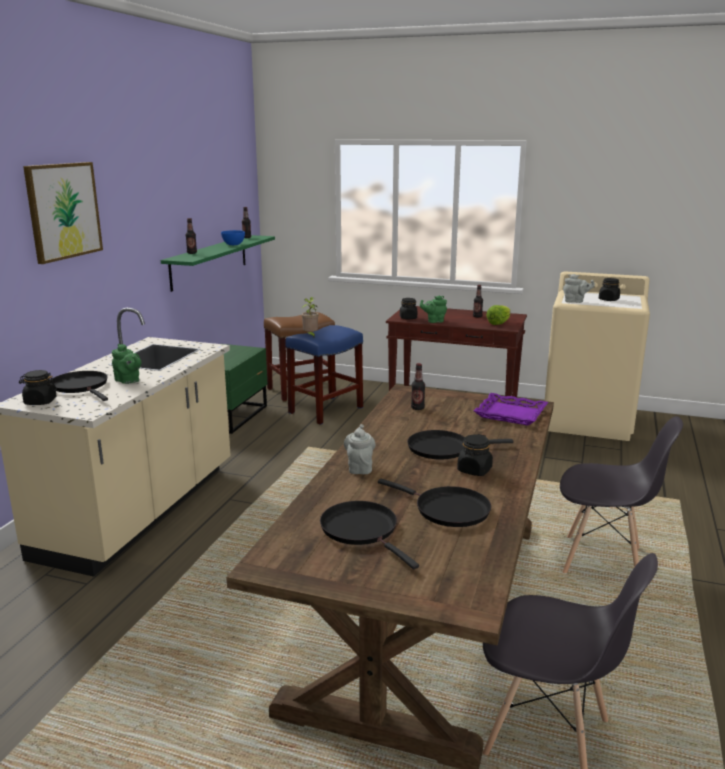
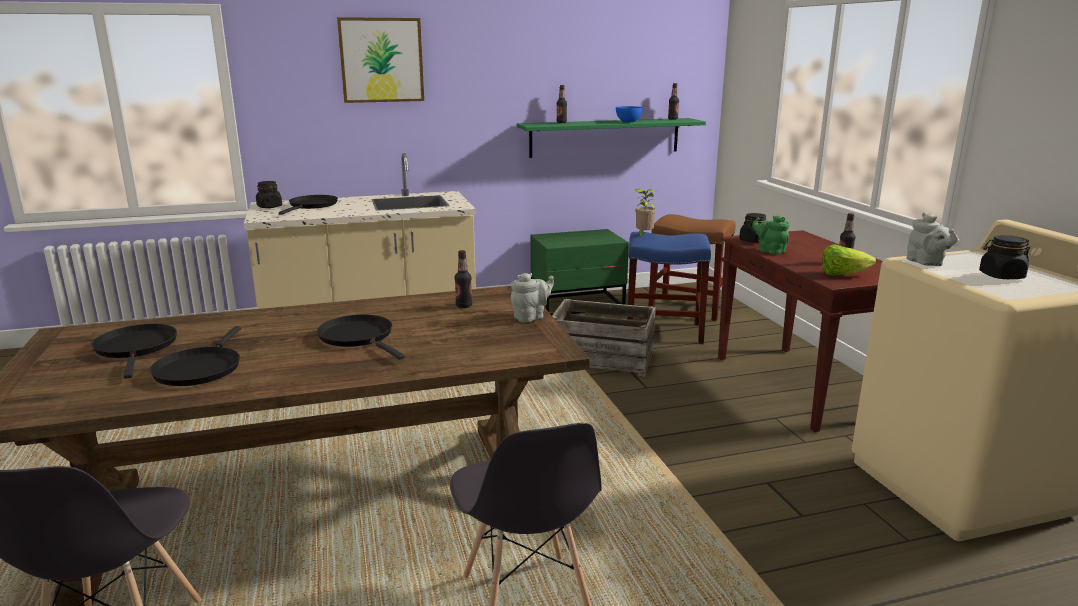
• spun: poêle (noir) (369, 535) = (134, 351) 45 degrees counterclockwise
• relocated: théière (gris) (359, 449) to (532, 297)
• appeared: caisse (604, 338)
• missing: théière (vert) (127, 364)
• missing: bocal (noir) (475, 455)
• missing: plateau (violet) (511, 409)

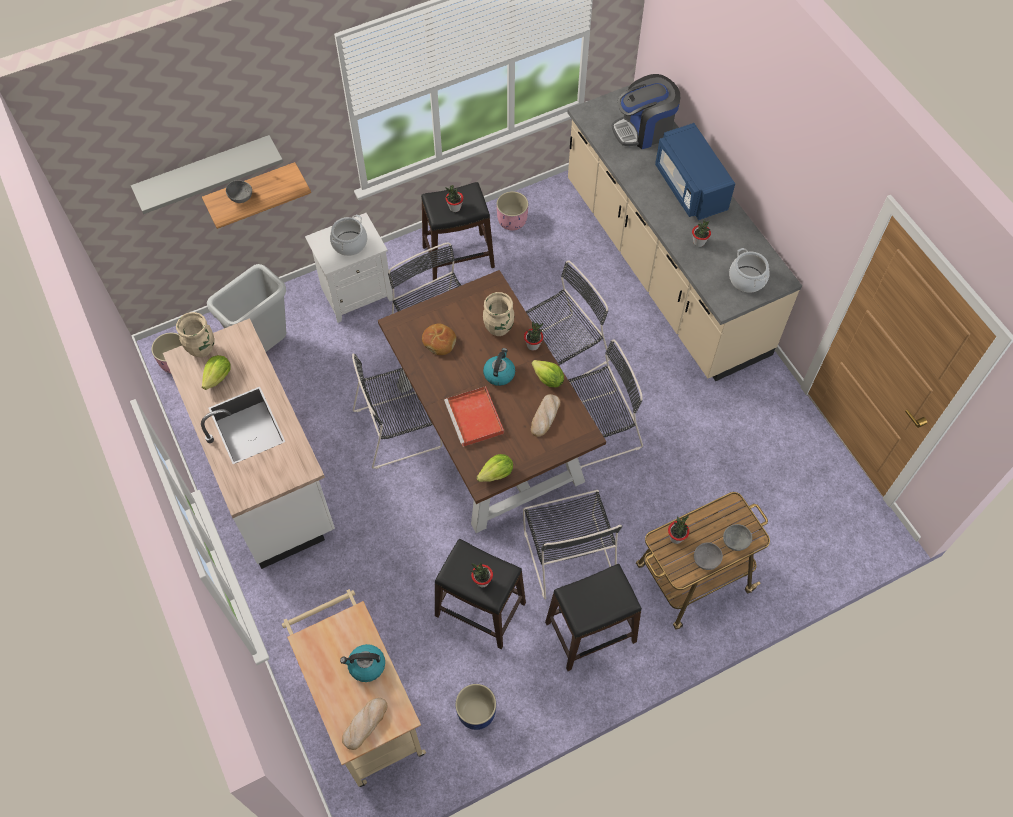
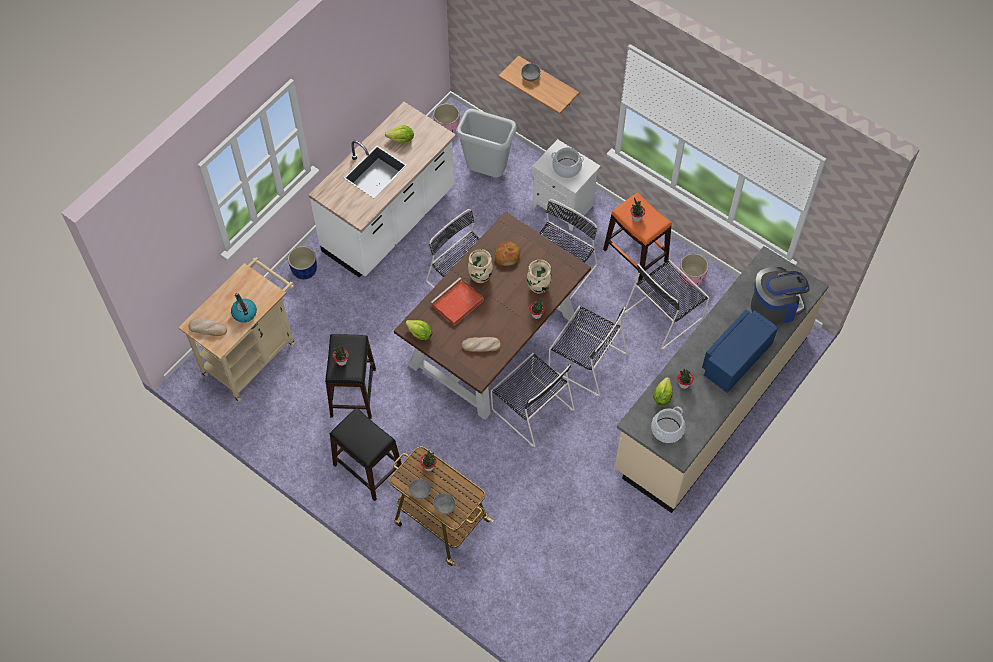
• relocated: cache-pot (bleu) (475, 707) to (302, 262)
• relocated: vase (beige) (195, 335) to (480, 266)
• colour: tabouret (noir) (458, 231) to tabouret (orange) (637, 237)
• relocated: chaise (noir) (572, 544) to (666, 305)
• relocated: laitue (548, 374) to (663, 391)
• spun: machine à café (646, 111) = (780, 295) 120 degrees clockwise
• missing: étagère (gris) (207, 174)
• missing: bouilloire (499, 367)

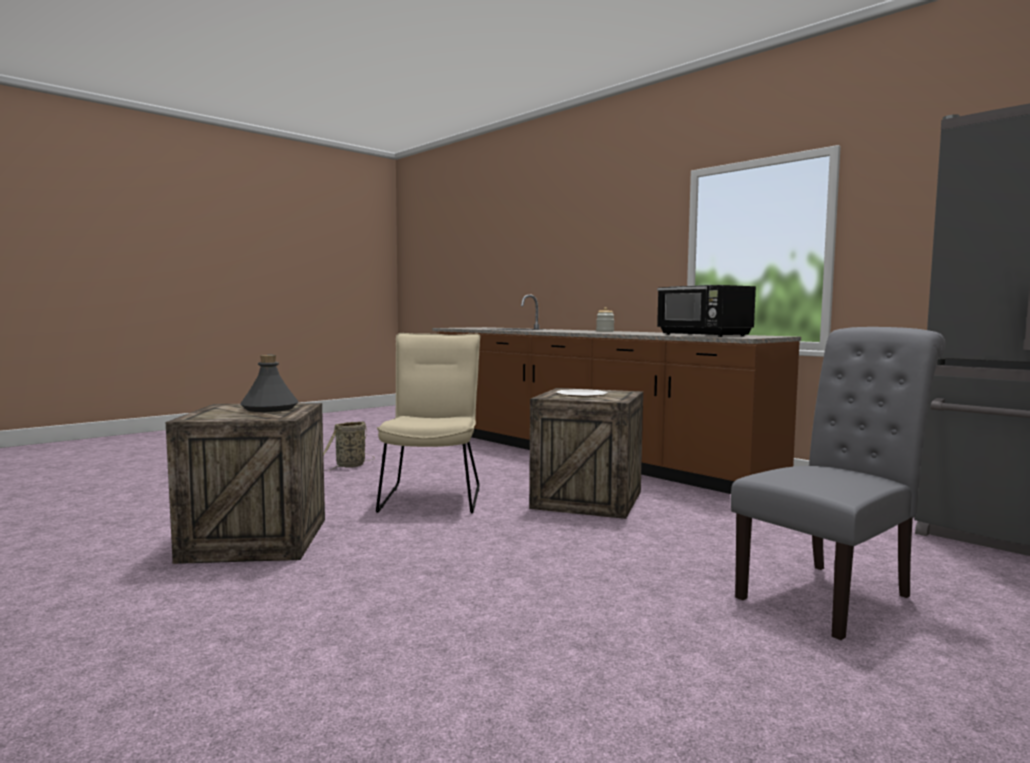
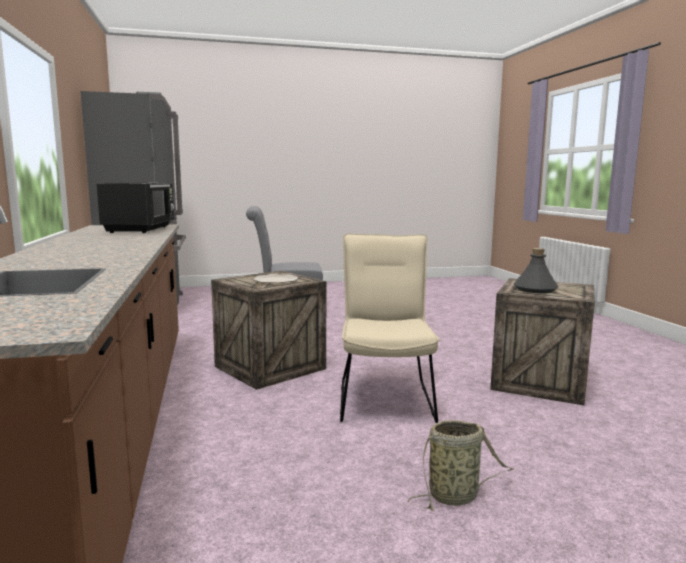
• spun: chaise (beige) (428, 423) = (389, 328) 150 degrees clockwise
• missing: bocal (605, 319)

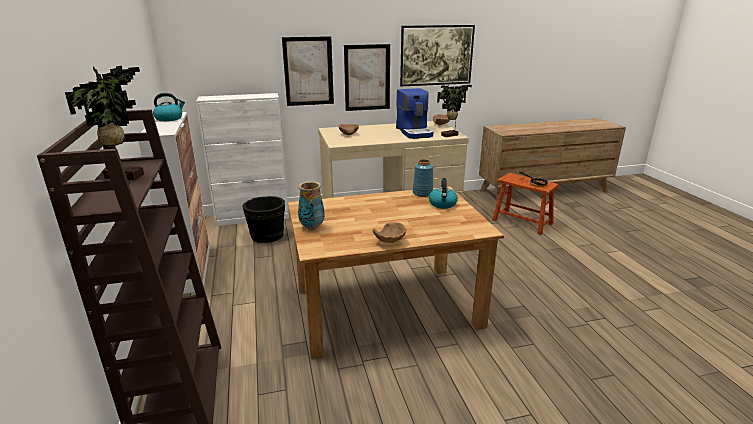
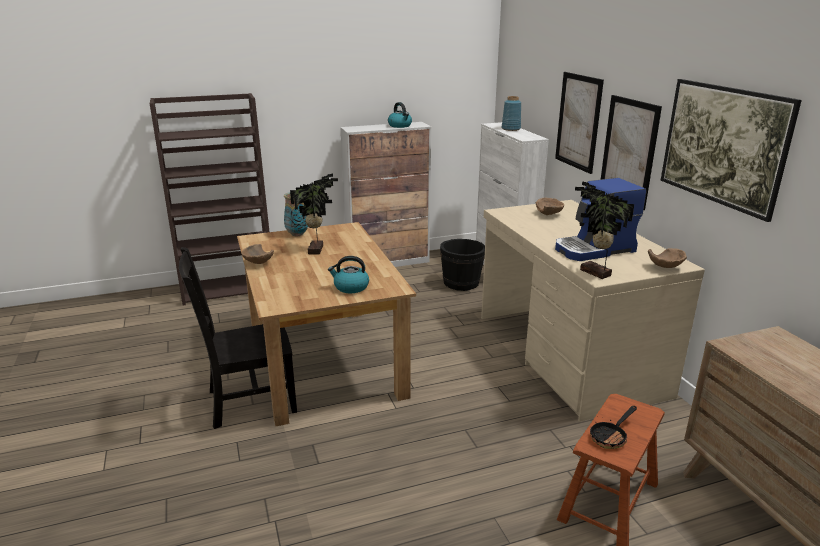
• appeared: chaise (noir) (238, 338)
• relocated: plante en pot (104, 122) to (314, 214)
• relocated: vase (bleu) (422, 178) to (511, 113)

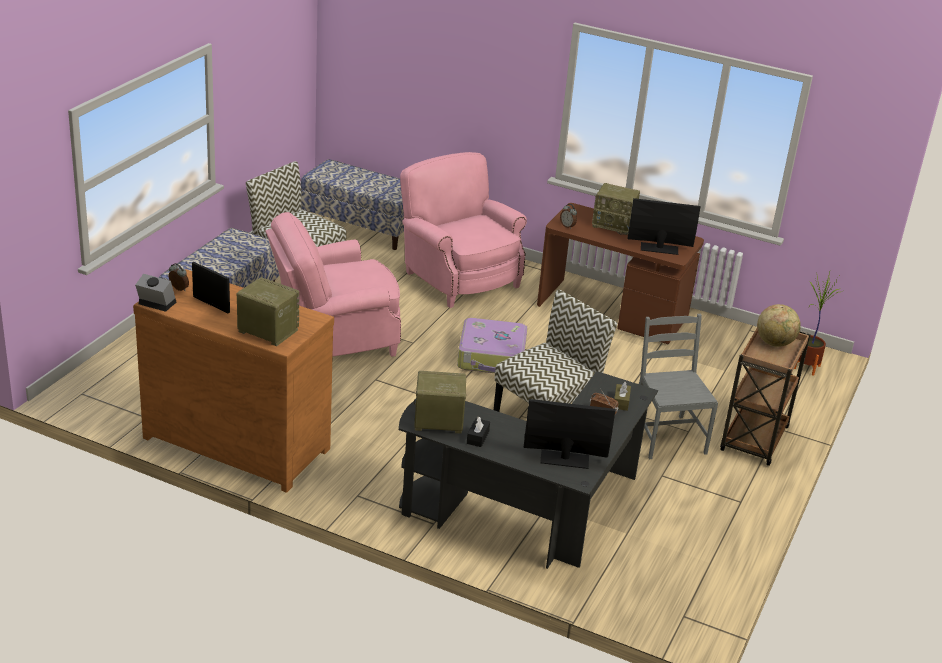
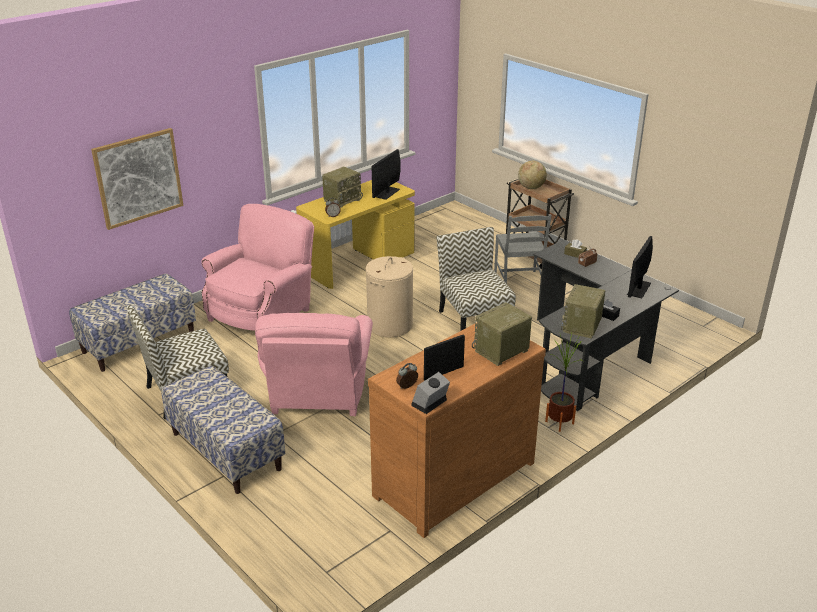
• appeared: tableau (137, 179)
• spun: fauteuil (rose) (463, 230) = (257, 267) 135 degrees clockwise
• colour: bureau (marron) (620, 273) to bureau (jaune) (355, 234)
• exchanged: valise (492, 345) to panier à linge (beige) (389, 296)
• spun: chaise (gris) (678, 386) = (523, 249) 105 degrees counterclockwise
• relocated: plante en pot (817, 323) to (564, 382)

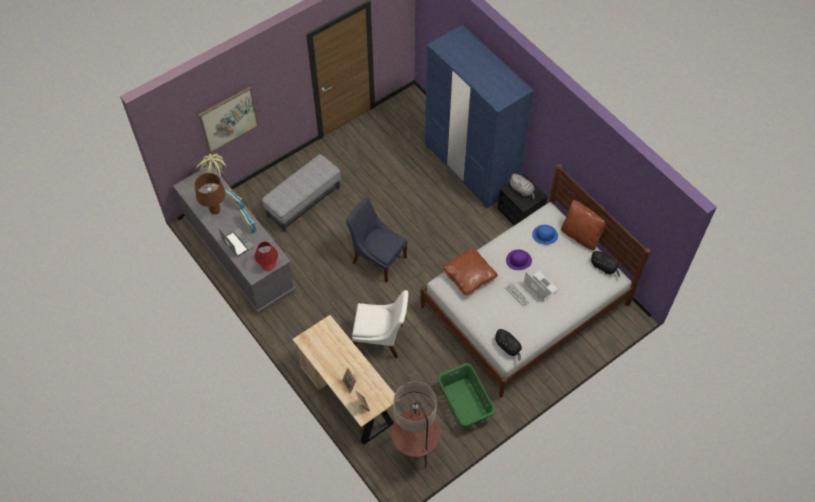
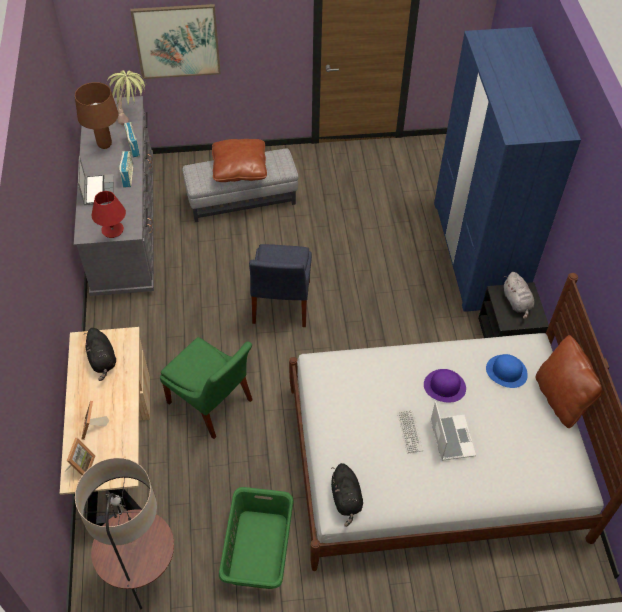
• relocated: peluche (noir) (605, 264) to (100, 354)
• colour: chaise (blanc) (380, 324) to chaise (vert) (206, 388)
• relocated: coussin (marron) (470, 271) to (239, 160)
• spun: chaise (bleu) (377, 240) = (280, 285) 150 degrees counterclockwise

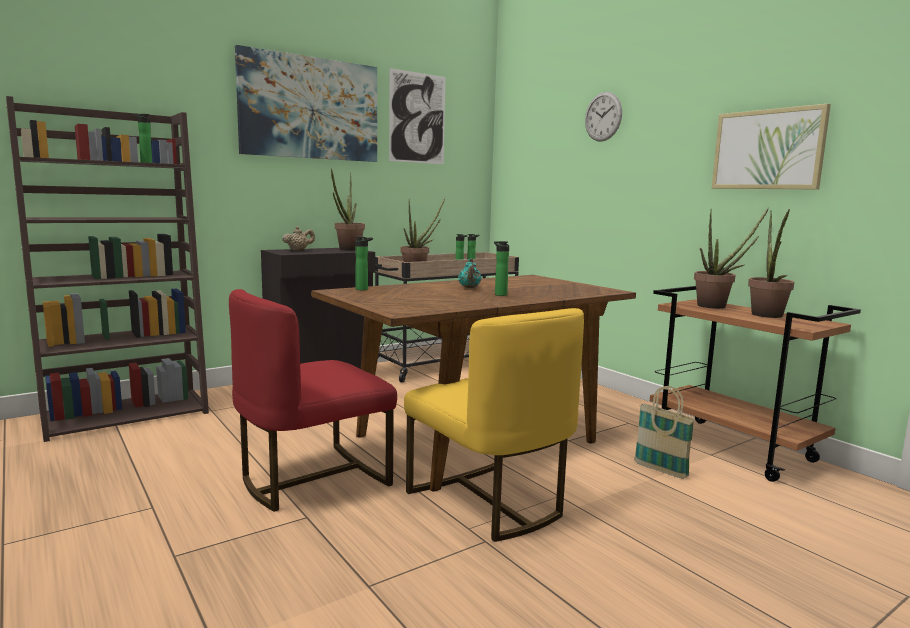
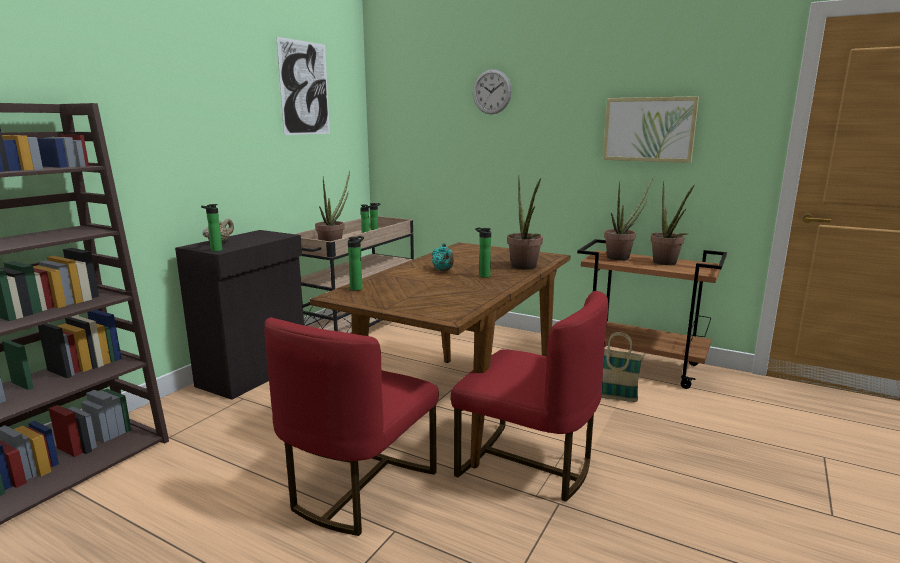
• relocated: bouteille (142, 138) to (211, 228)
• colour: chaise (jaune) (494, 425) to chaise (rouge) (529, 396)
• relocated: plante en pot (348, 210) to (525, 222)
• missing: tableau (306, 103)

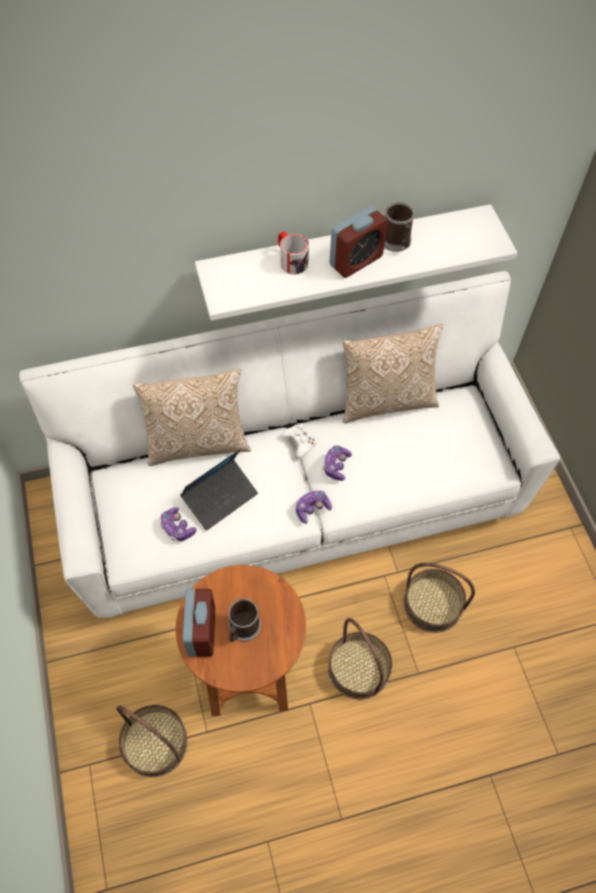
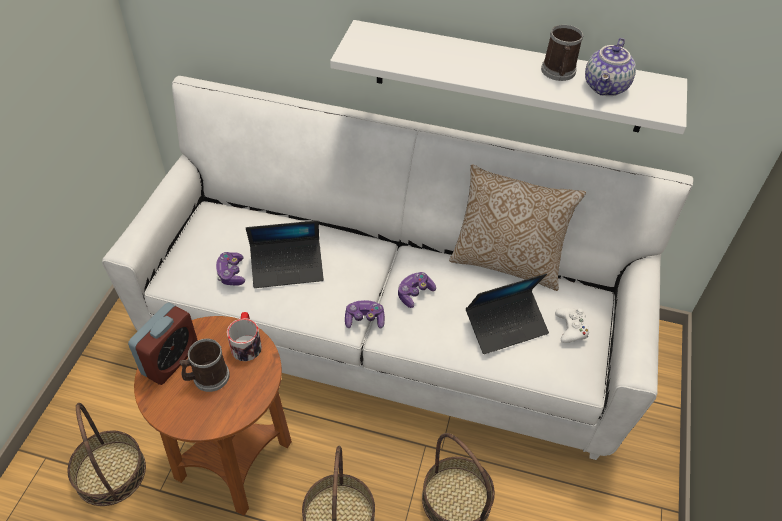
• relocated: mug (293, 253) to (244, 336)
• appeared: ordinateur portable (507, 314)
• relocated: manette (blanc) (299, 441) to (572, 325)
• appeared: théière (610, 67)
• missing: coussin (192, 417)
• missing: réveil (358, 242)

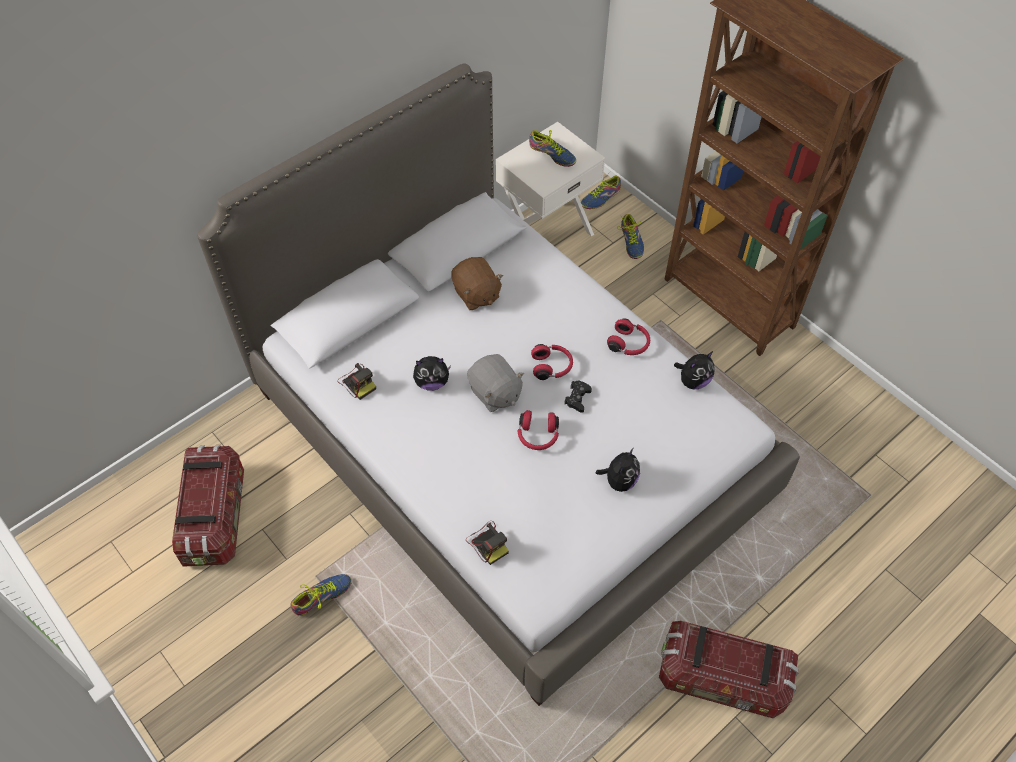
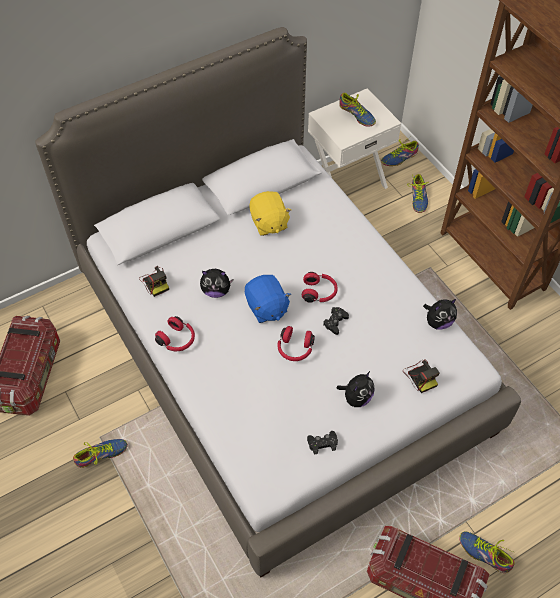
• relocated: casque audio (rouge) (628, 336) to (175, 333)
• colour: peluche (gris) (495, 383) to peluche (bleu) (268, 299)
• colour: peluche (marron) (477, 283) to peluche (jaune) (270, 213)
• appeared: manette (noir) (322, 443)
• relocated: appareil photo (487, 543) to (421, 376)
• appeared: chaussure (487, 552)

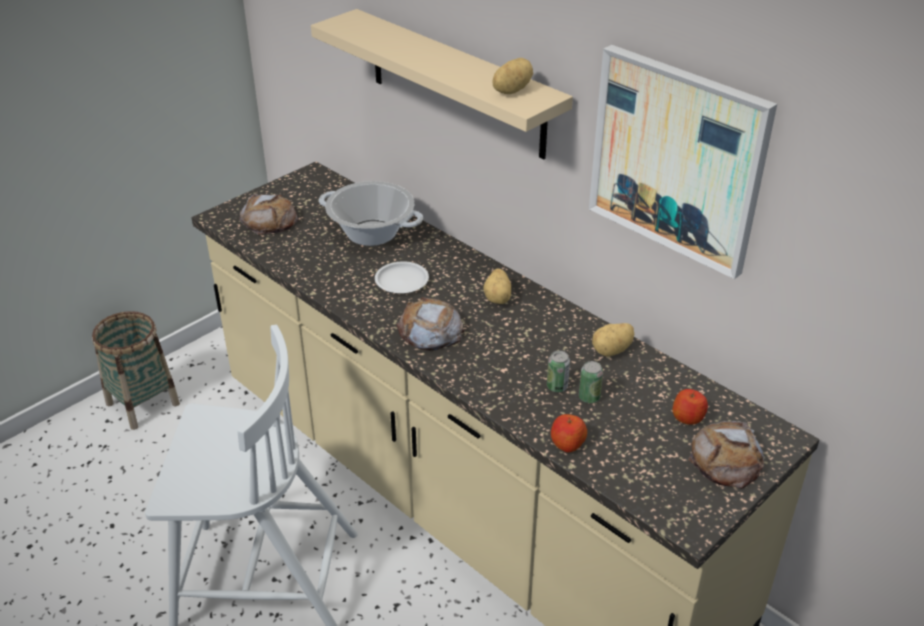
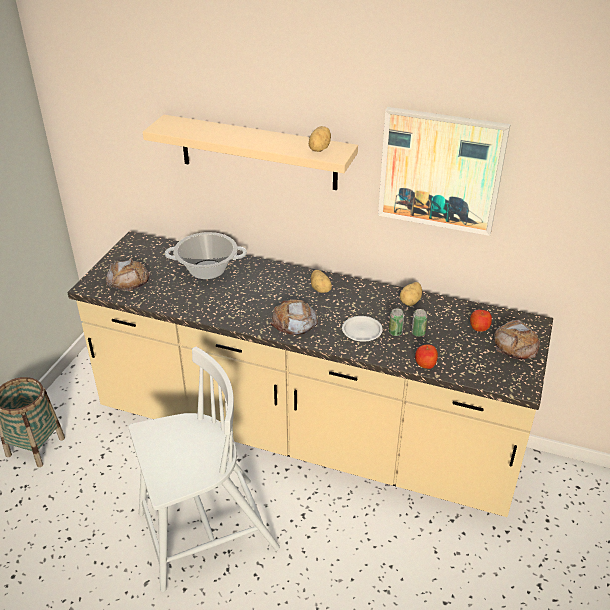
• relocated: assiette (blanc) (402, 277) to (362, 329)

